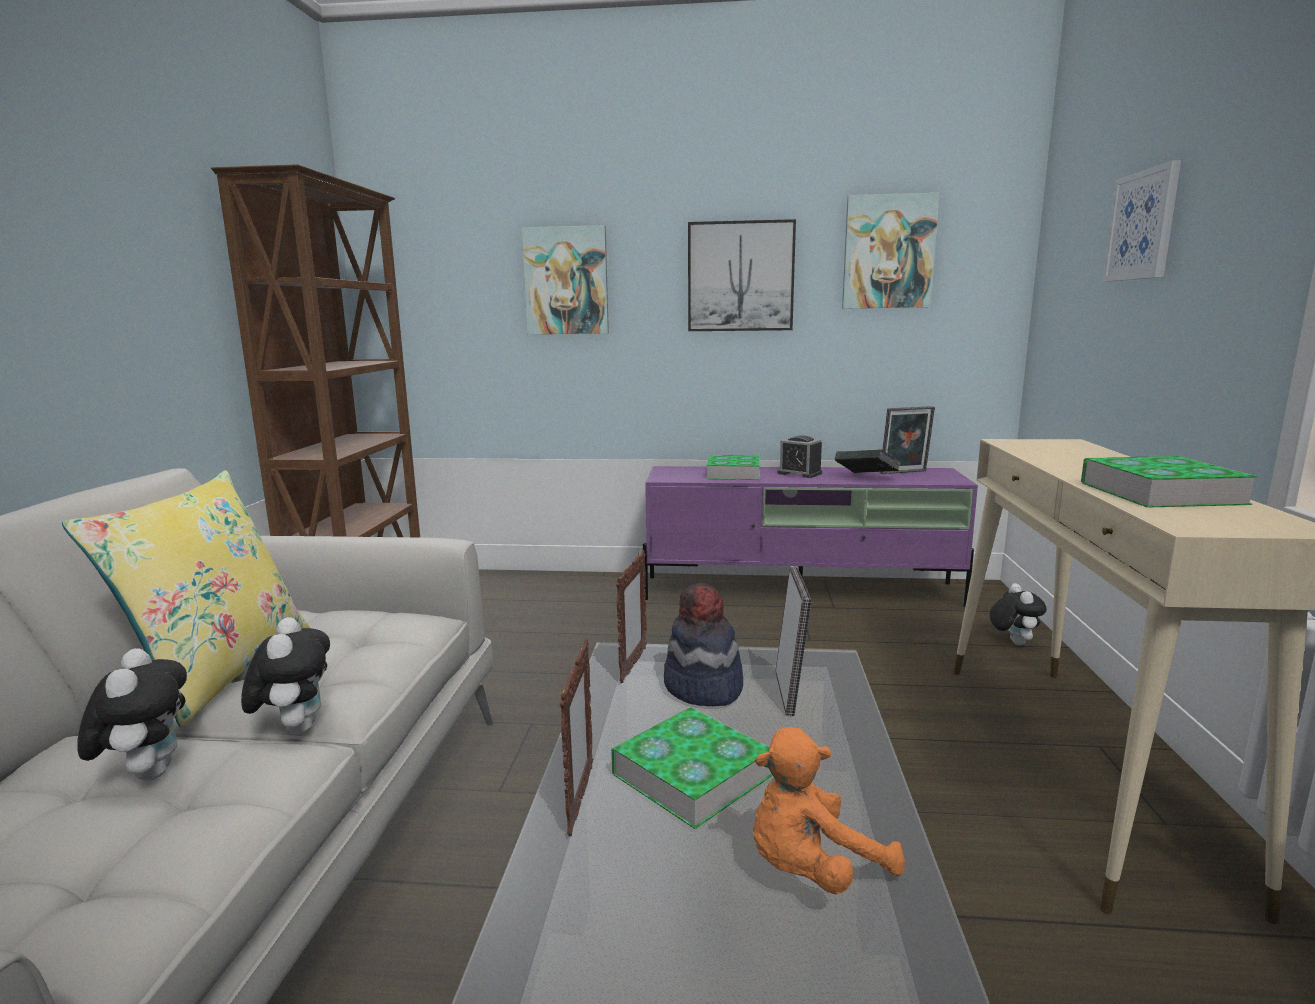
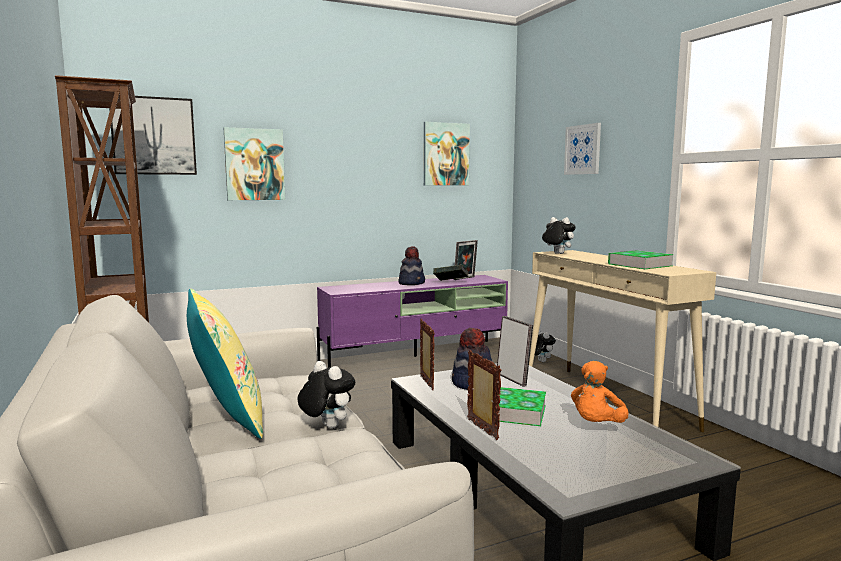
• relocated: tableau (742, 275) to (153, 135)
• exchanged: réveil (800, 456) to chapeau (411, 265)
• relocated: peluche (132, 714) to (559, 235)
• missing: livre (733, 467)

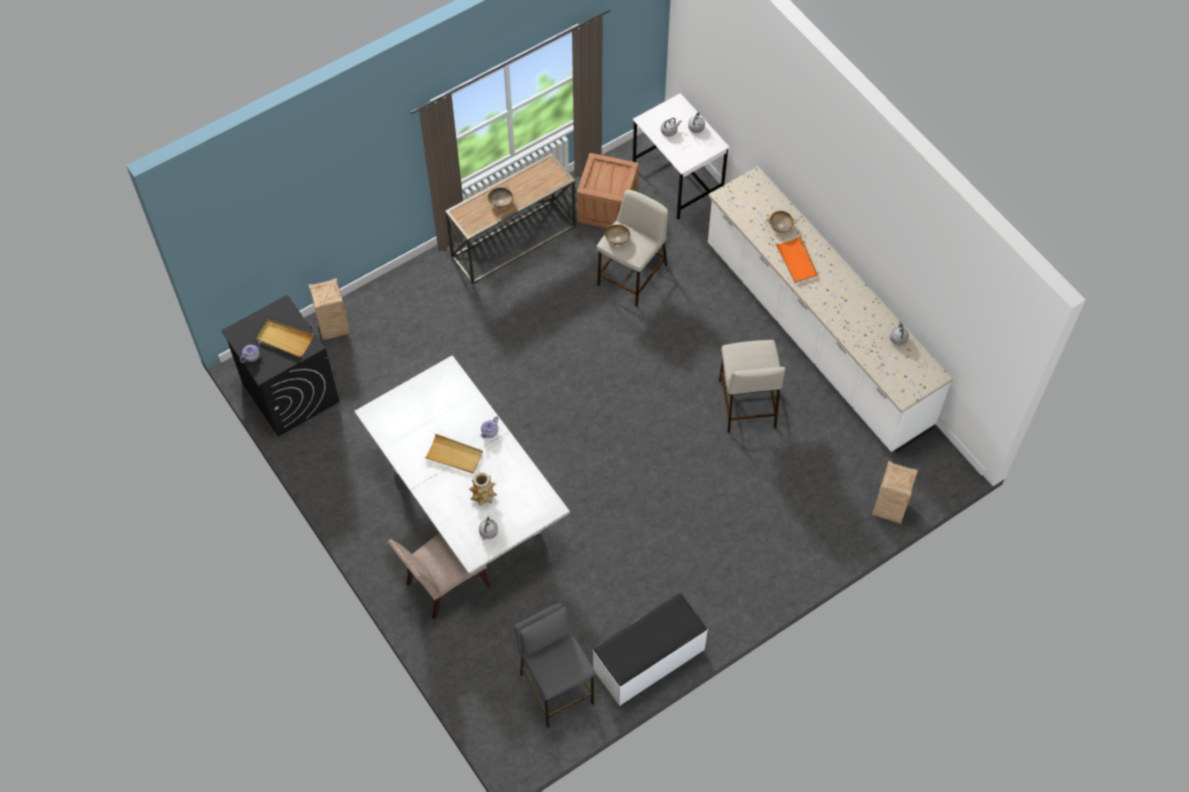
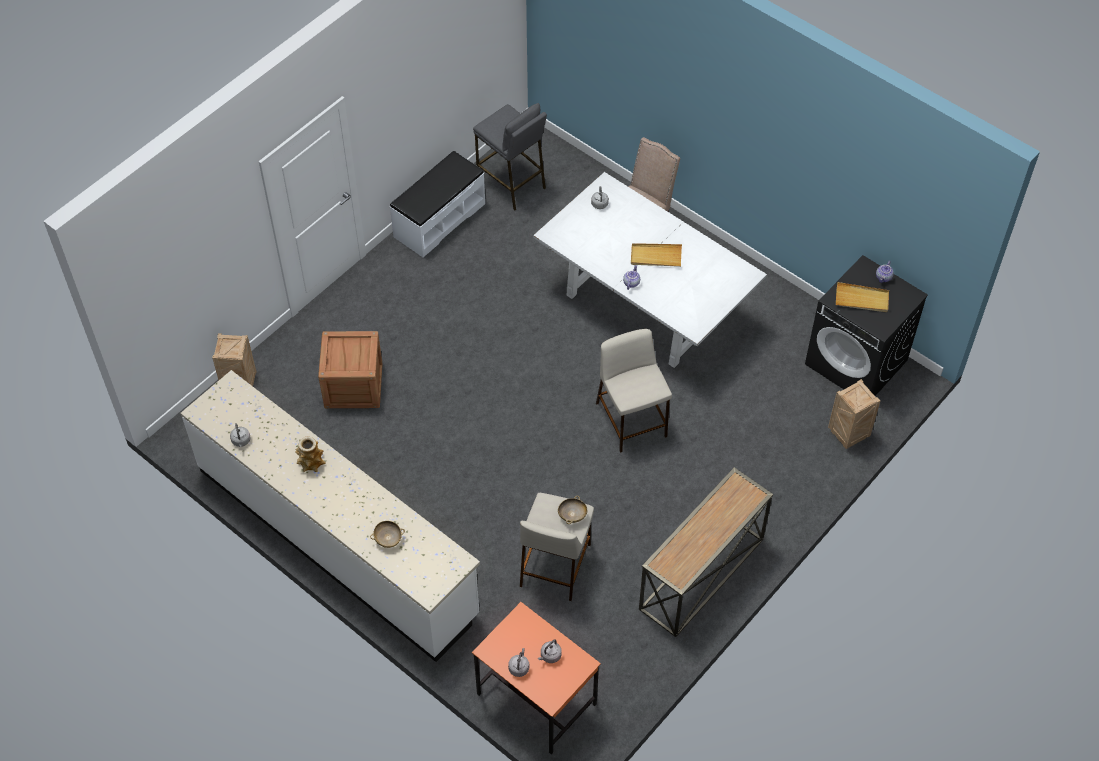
• relocated: vase (483, 489) to (310, 454)
• relocated: caisse (608, 190) to (350, 369)
• colour: bureau (blanc) (681, 156) to bureau (orange) (536, 678)
• relocated: tabouret (beige) (752, 386) to (634, 391)
• missing: bol (beige) (501, 197)
• missing: plateau (orange) (797, 259)

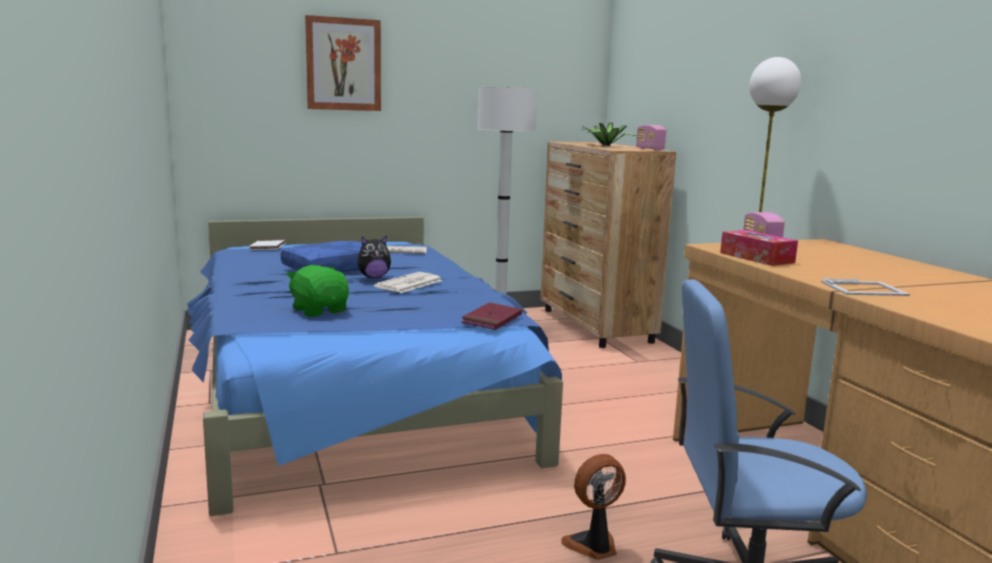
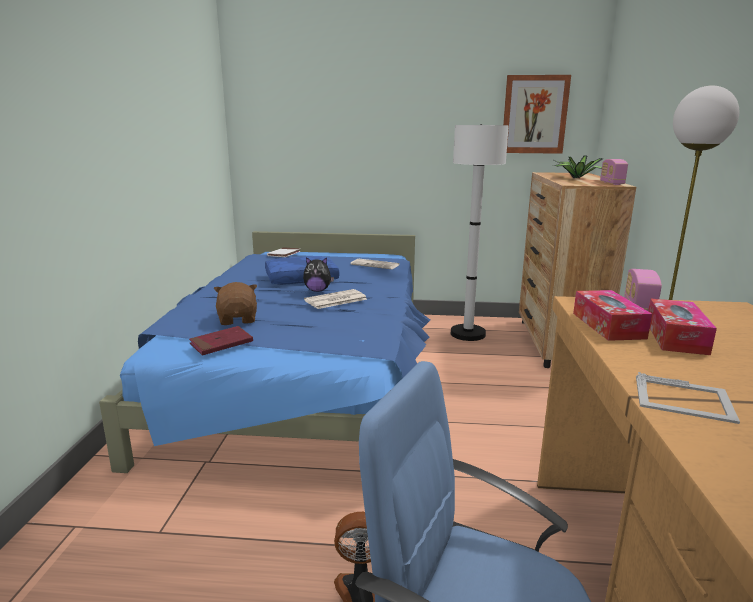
• relocated: livre (rouge) (491, 316) to (221, 341)
• colour: peluche (vert) (317, 291) to peluche (marron) (235, 303)
• relocated: tableau (343, 63) to (537, 114)
• appeared: boîte à mouchoirs (682, 326)

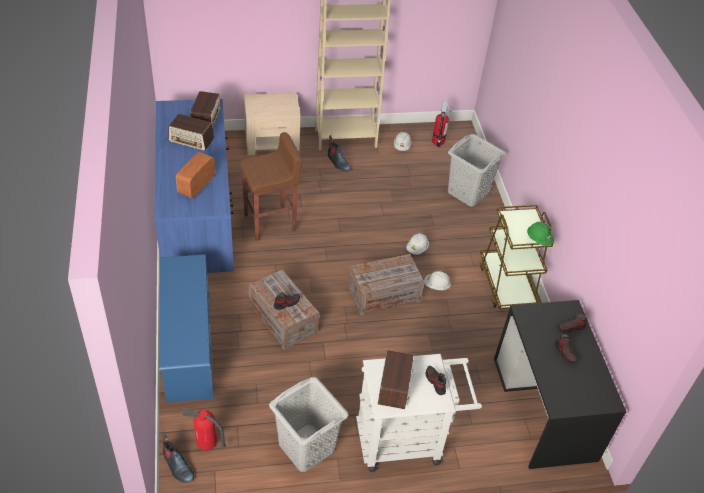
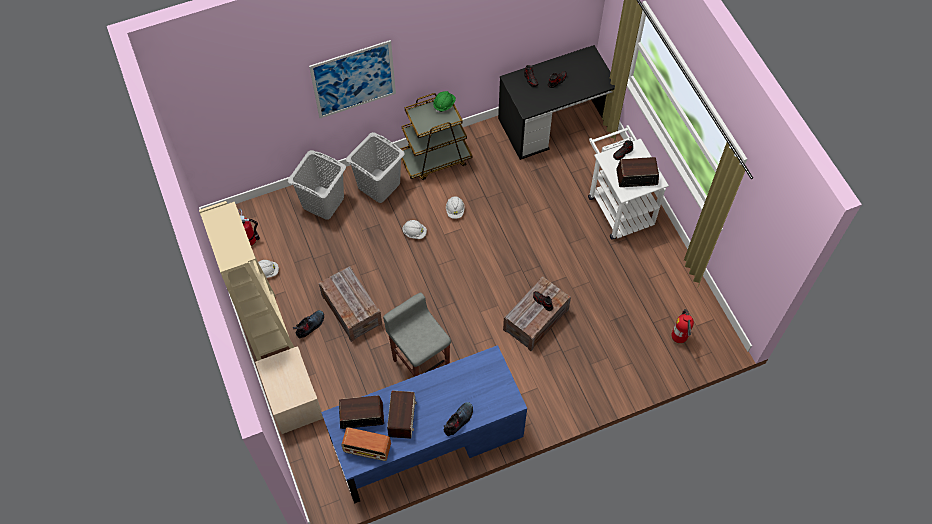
• appeared: tableau (352, 79)
• relocated: caisse (386, 284) to (350, 304)
• relocated: radio (195, 175) to (366, 444)
• relocated: panier à linge (gris) (308, 424) to (375, 167)
• colour: tabouret (marron) (271, 186) to tabouret (gris) (417, 334)
• relocated: botte (178, 457) to (458, 419)
• missing: étagère à chaussures (bleu) (186, 328)

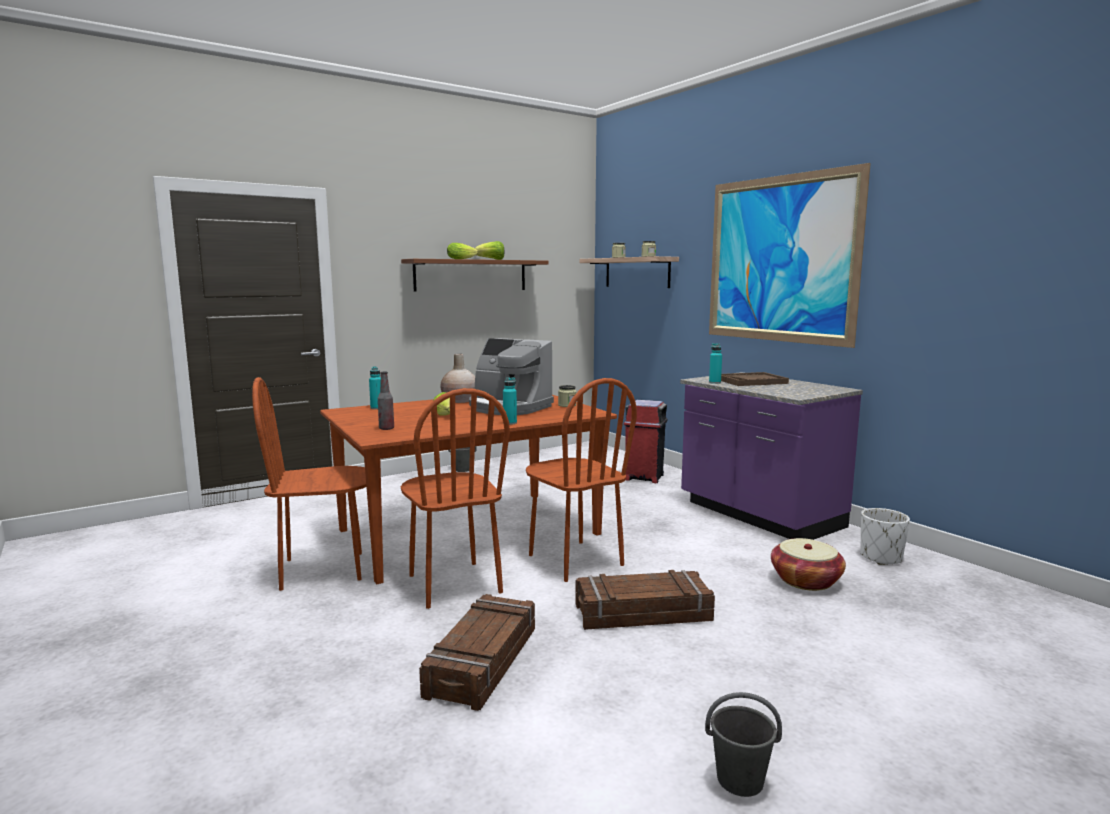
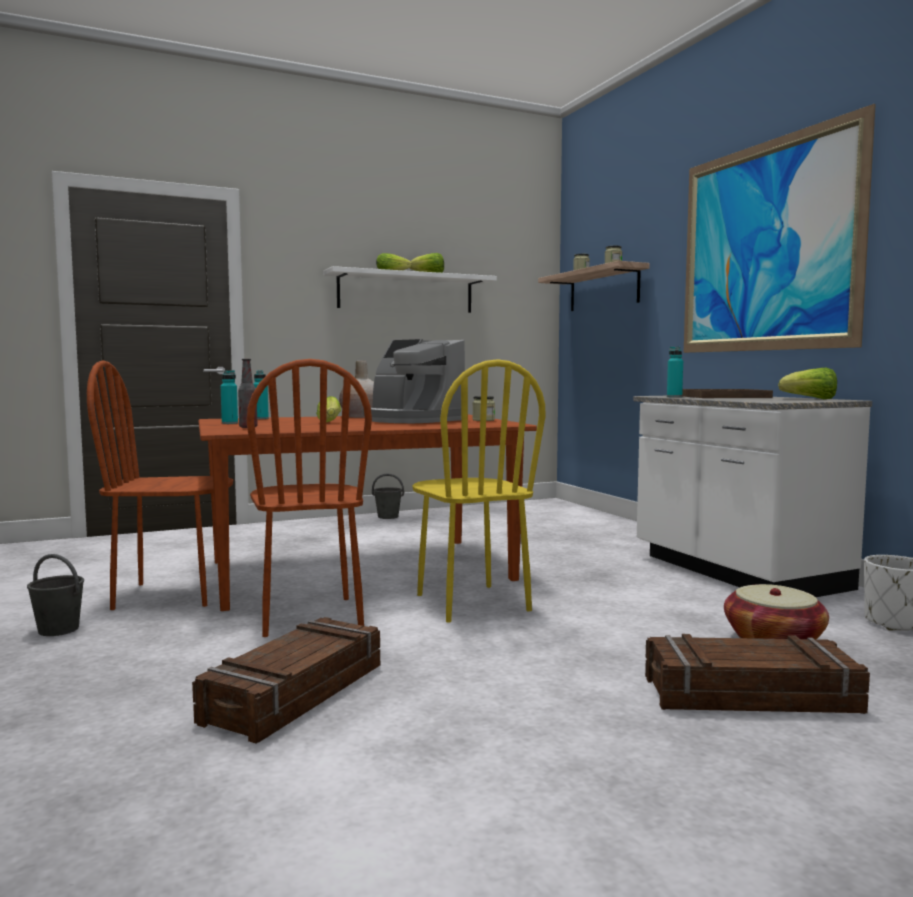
• relocated: seau (gris) (743, 744) to (55, 595)
• relocated: bouteille (turquoise) (510, 401) to (229, 397)
• colour: étagère (marron) (475, 275) to étagère (blanc) (410, 289)
• colour: chaise (marron) (581, 480) to chaise (jaune) (479, 491)
• colour: comptoir de cuisine (violet) (771, 456) to comptoir de cuisine (blanc) (752, 496)
• relocated: caisse (645, 600) to (757, 674)
• appeared: laitue (807, 383)
• missing: poubelle (rouge) (646, 441)

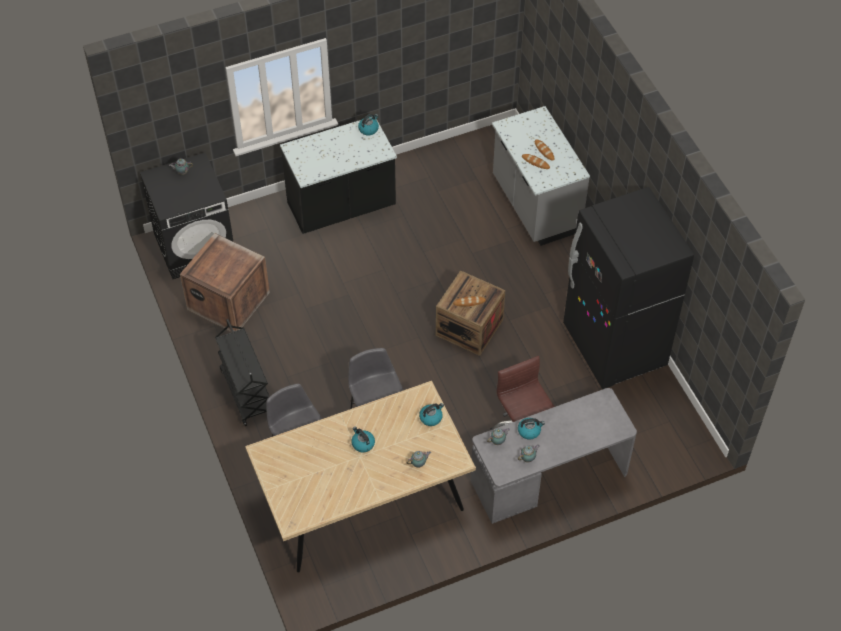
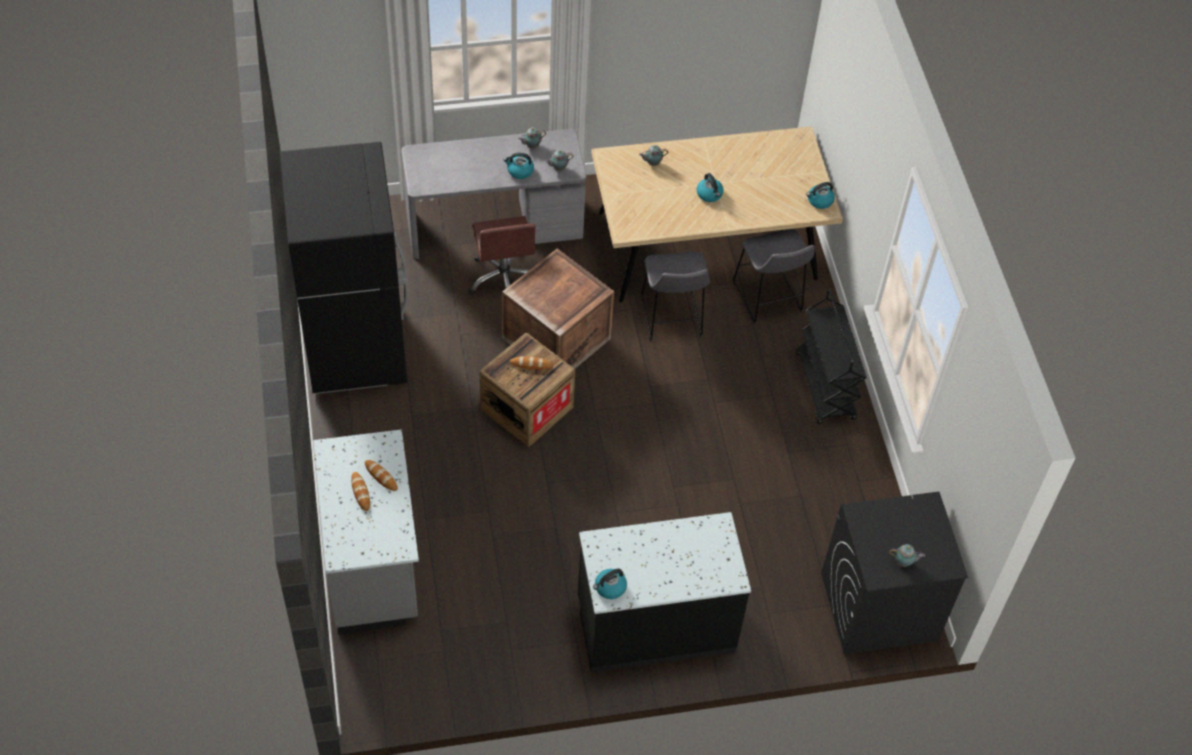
• relocated: caisse (225, 282) to (558, 308)
• relocated: bouilloire (431, 414) to (820, 195)

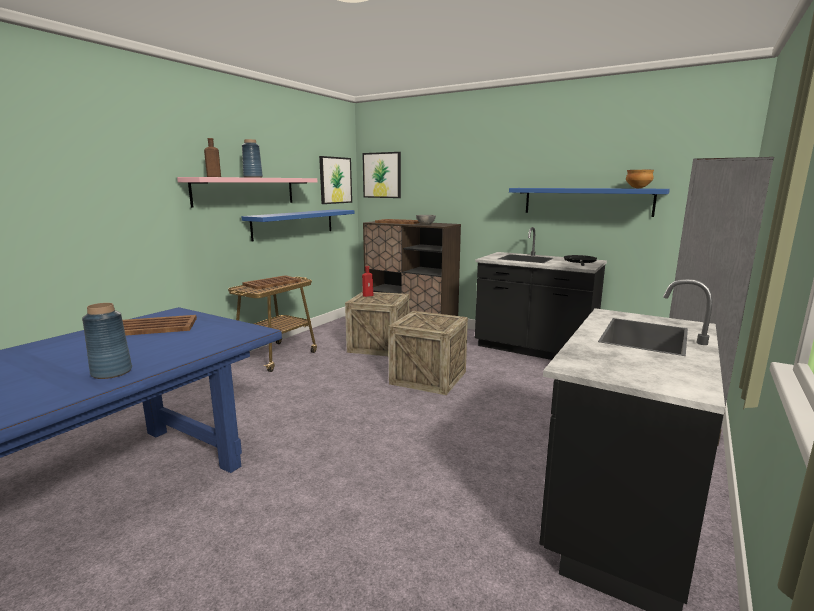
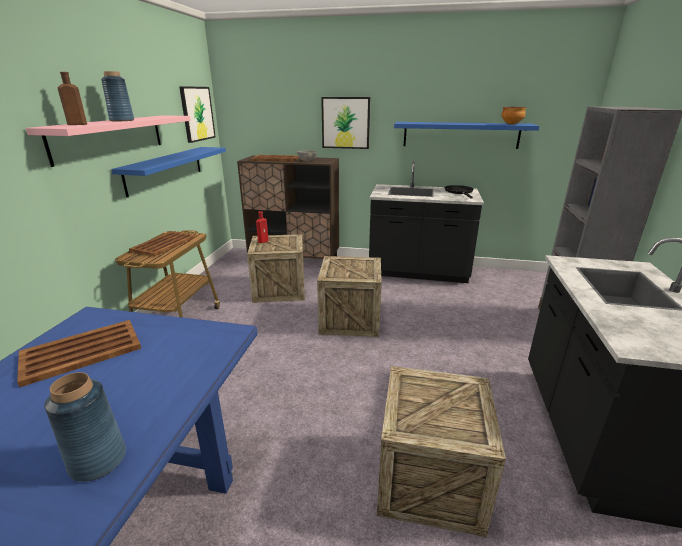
• relocated: tableau (381, 175) to (345, 123)
• appeared: caisse (441, 451)

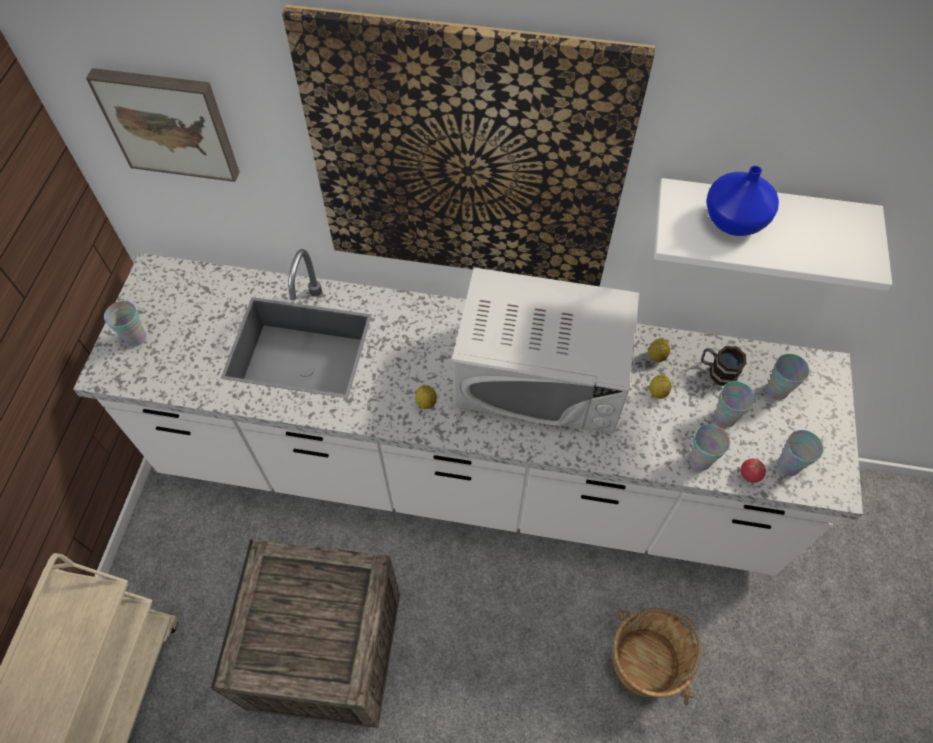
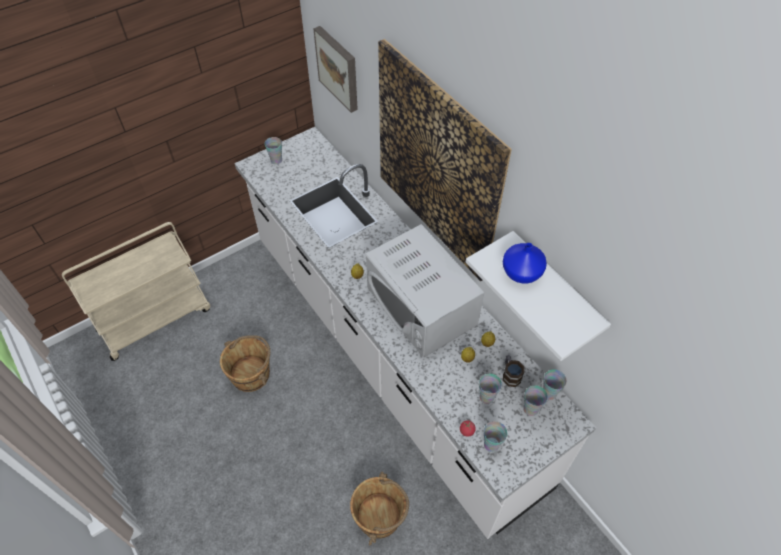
• exchanged: caisse (305, 633) to seau (marron) (245, 363)
• relocated: tasse (709, 447) to (555, 384)

